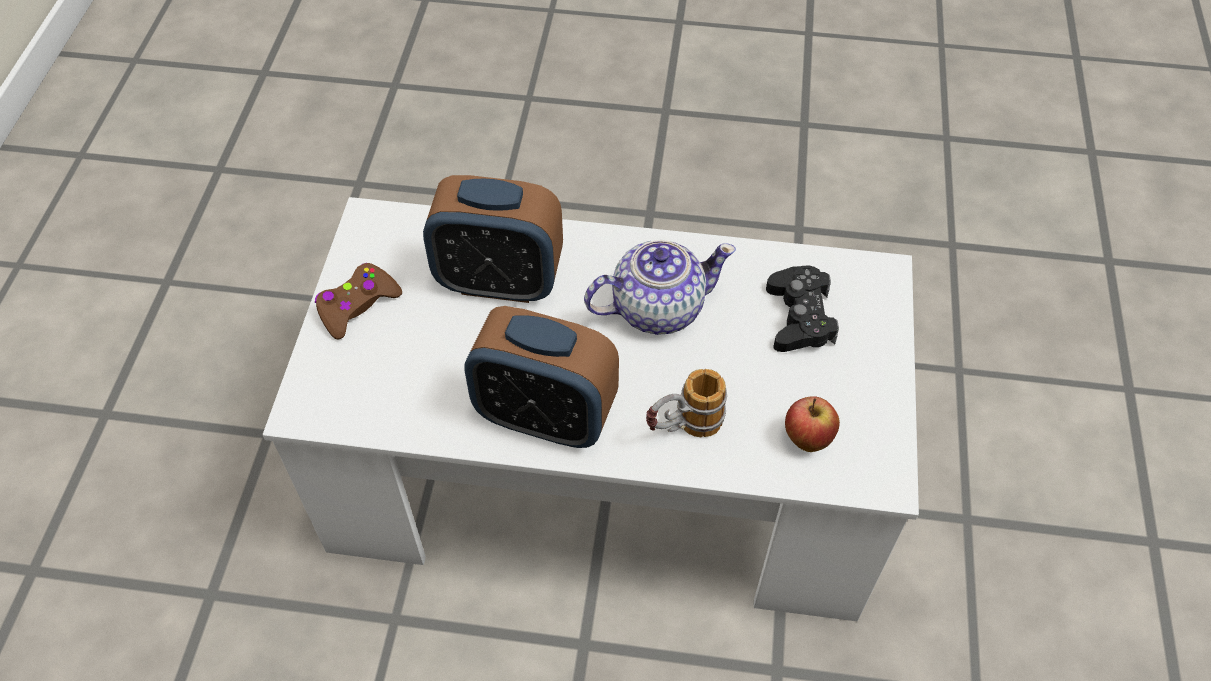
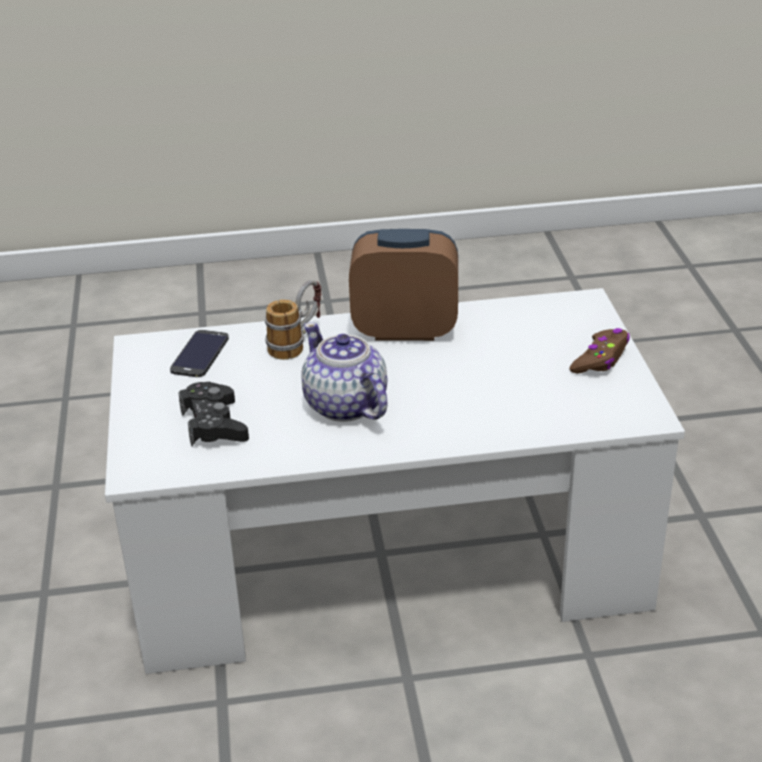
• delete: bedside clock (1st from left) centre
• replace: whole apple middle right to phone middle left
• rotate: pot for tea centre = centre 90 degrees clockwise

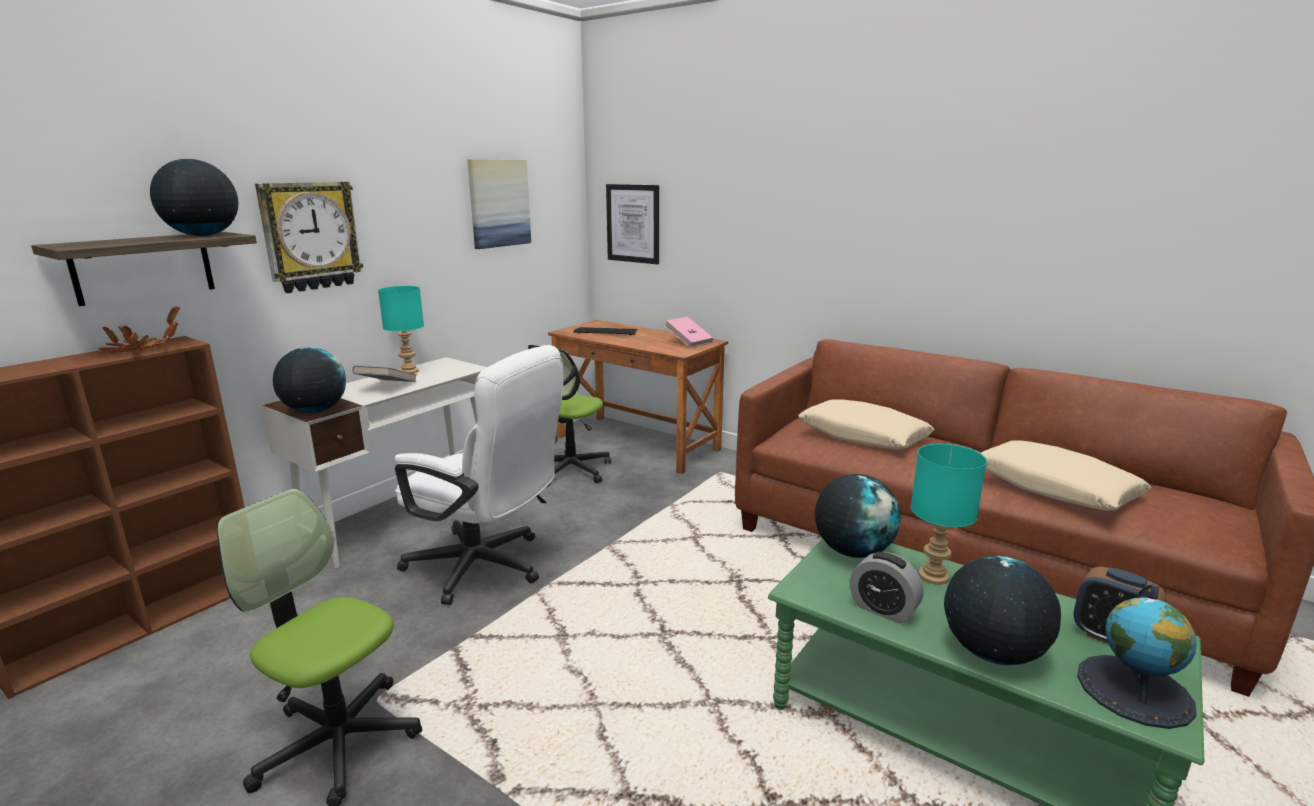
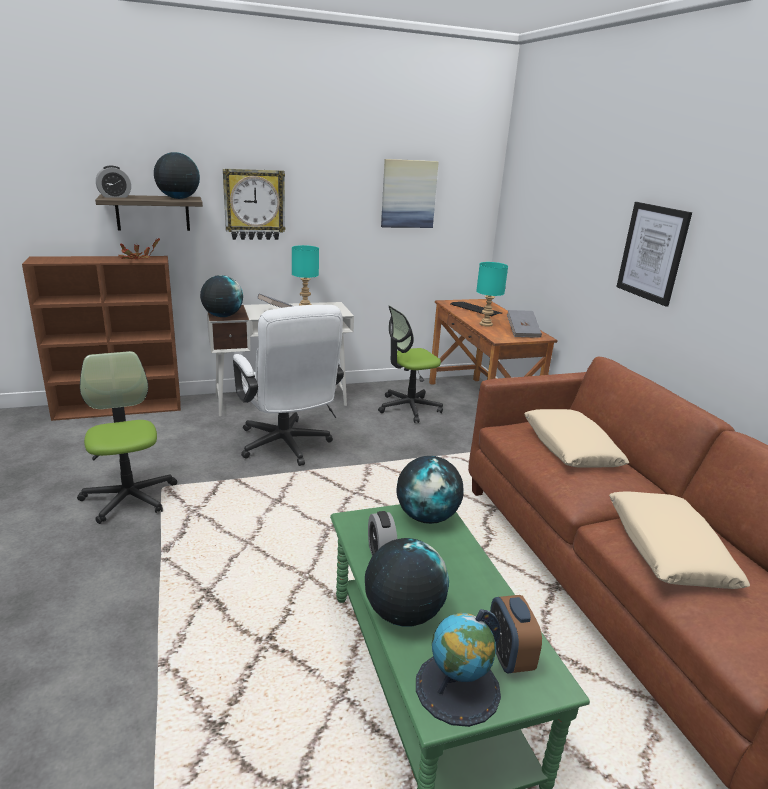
• insert: bedside clock (1st from left) top left
• move: picture (2nd from left) top centre to top right
• move: blue-green tabletop lamp (2nd from left) middle right to centre
• recolor: pinkish book centre to gray book (2nd from left) middle right

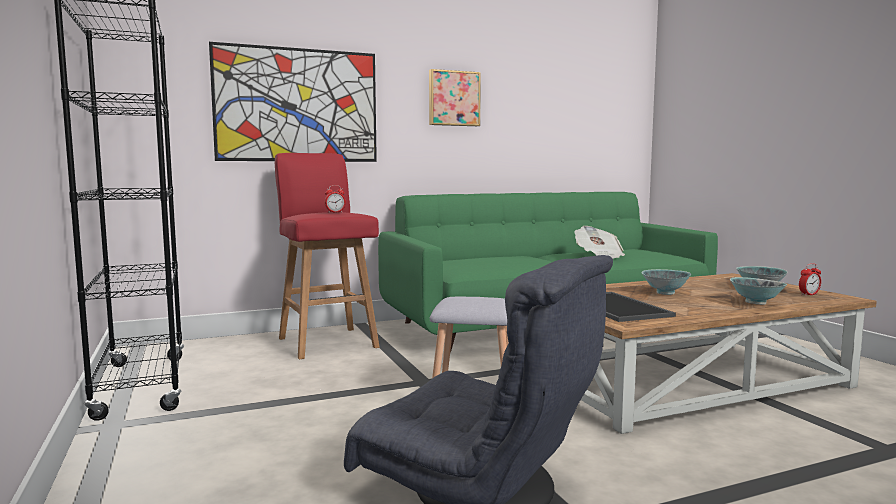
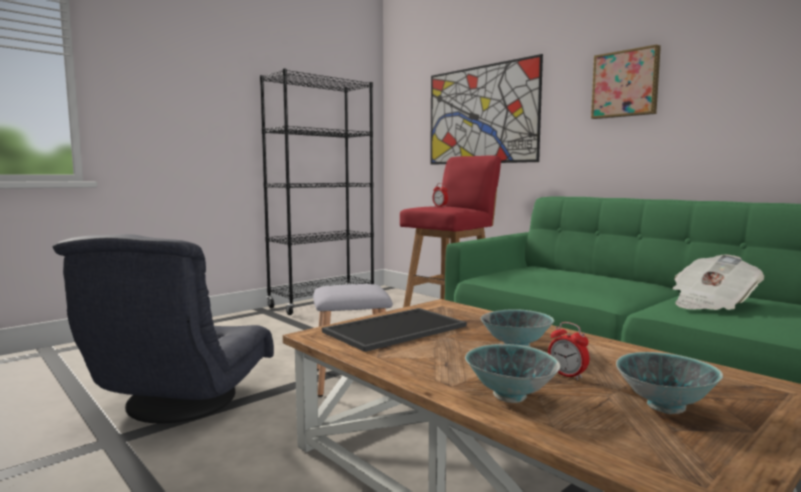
• move: bedside clock (2nd from left) middle right to bottom right

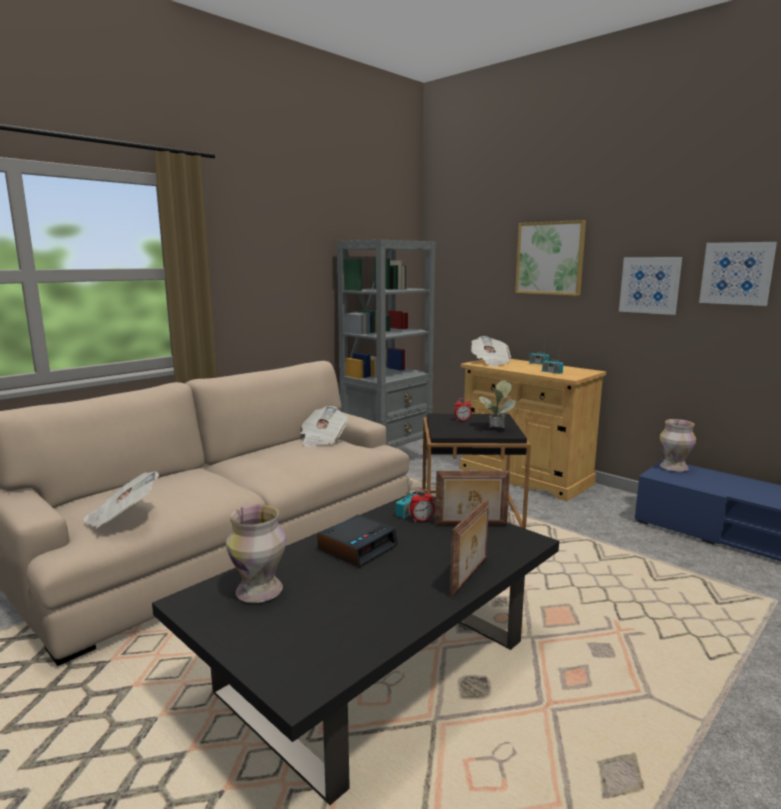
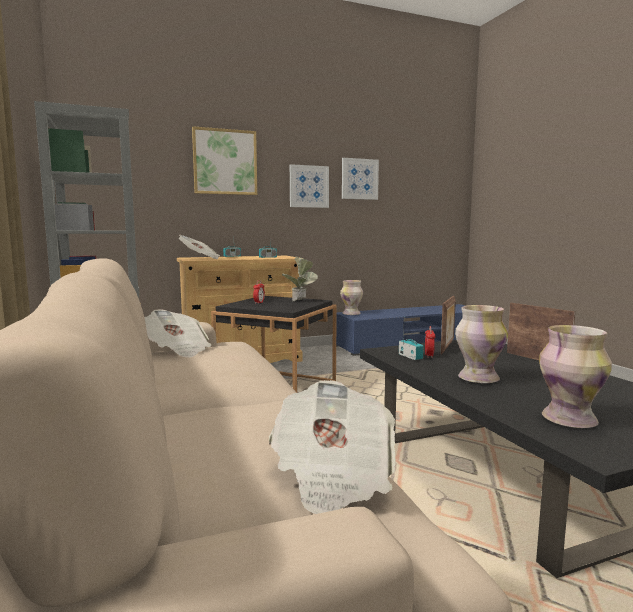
• replace: bedside clock (1st from left) bottom centre to decorative vase (2nd from left) middle right

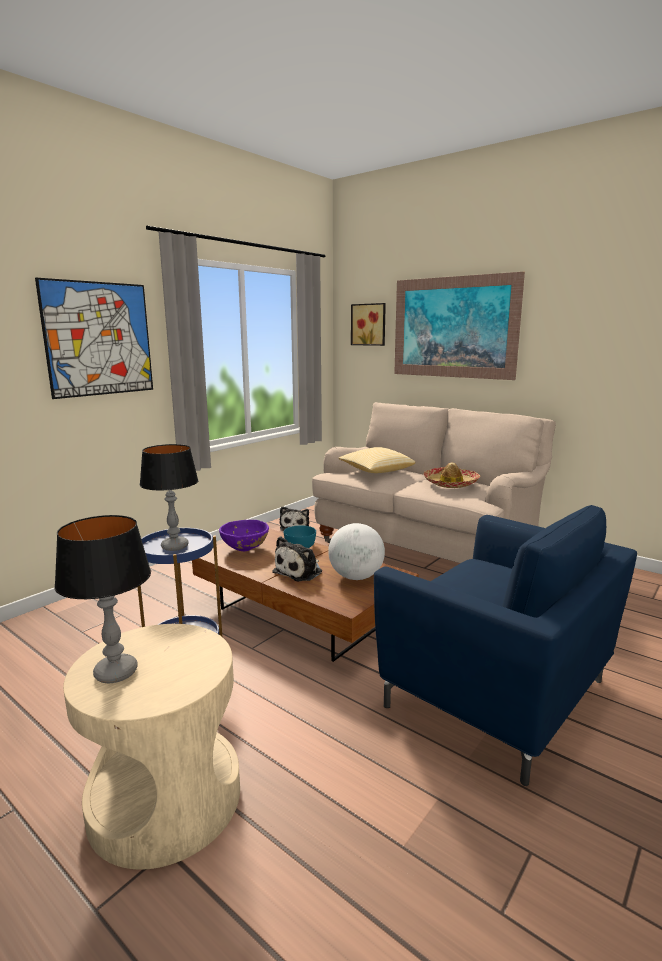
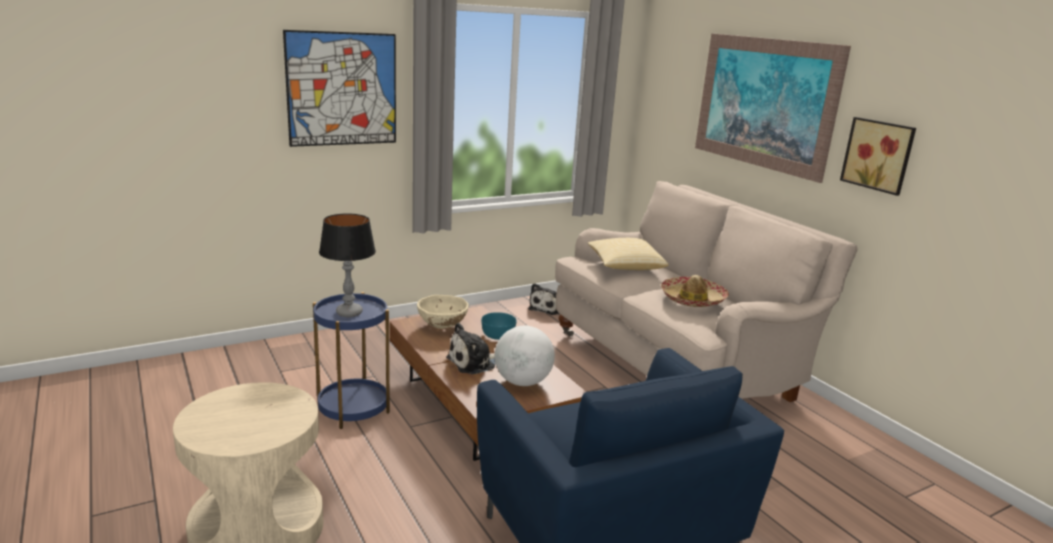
• delete: tabletop lamp (1st from left) middle left
• move: picture (2nd from left in the first image) centre to picture (3rd from left) top right
• recolor: purple-coloured serving bowl centre to sand-coloured serving bowl centre

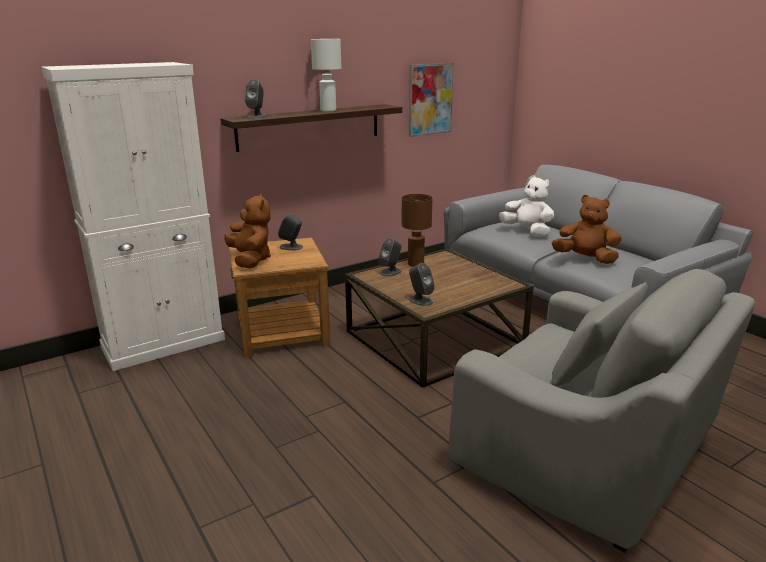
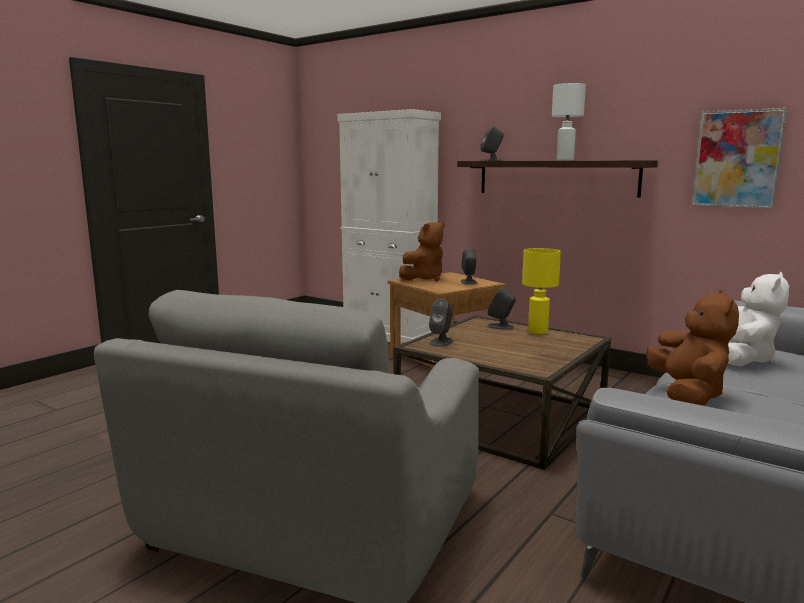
• recolor: brownish tabletop lamp centre to yellow-coloured tabletop lamp middle right

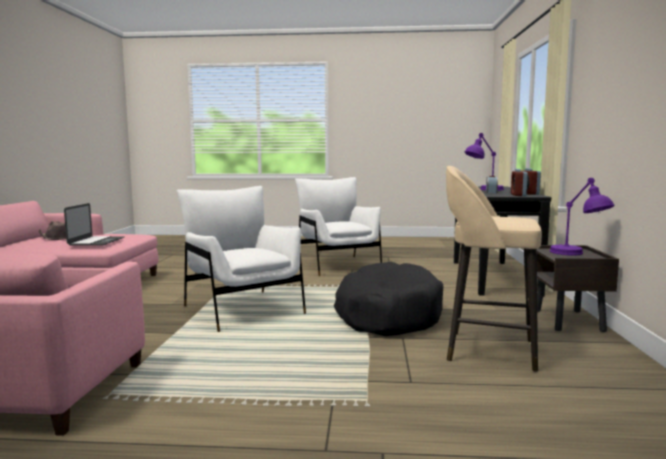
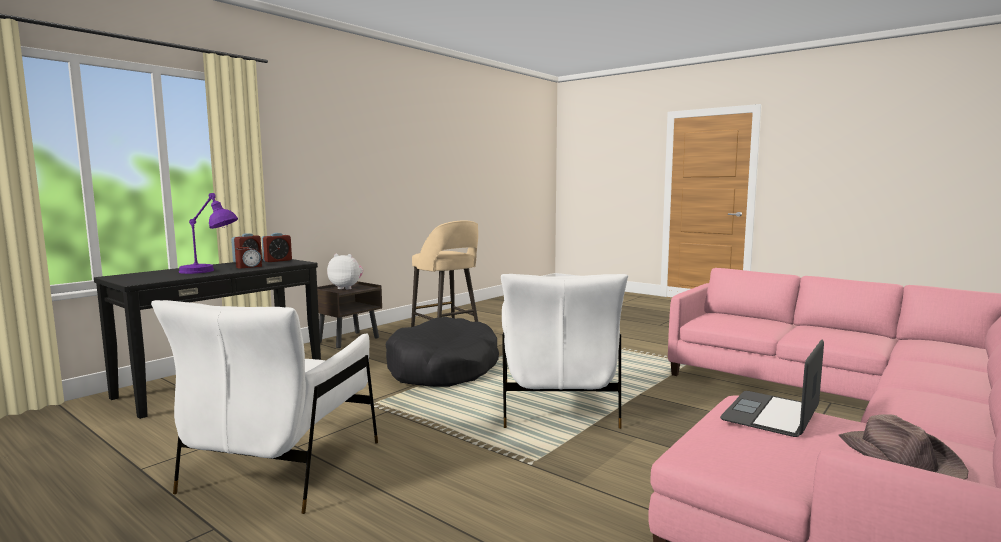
• replace: purple-coloured tabletop lamp (2nd from left) middle right to plush toy centre

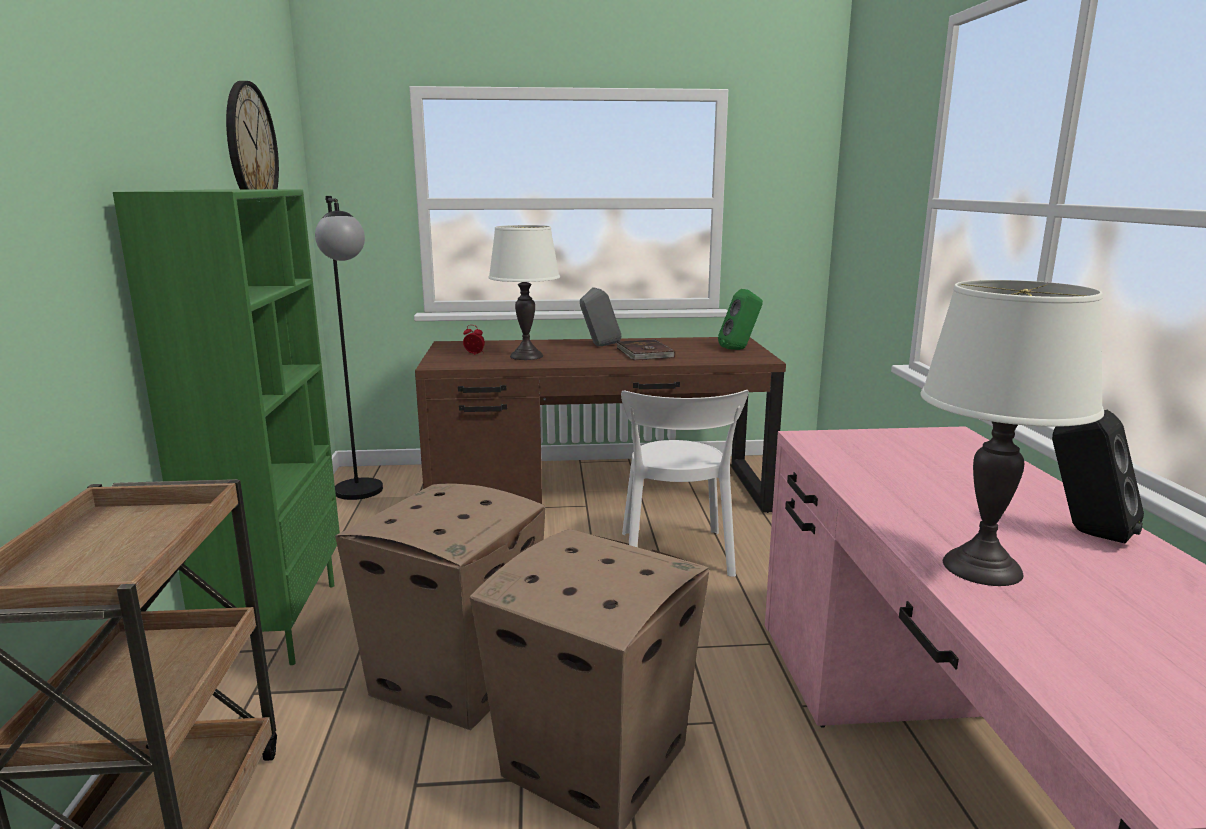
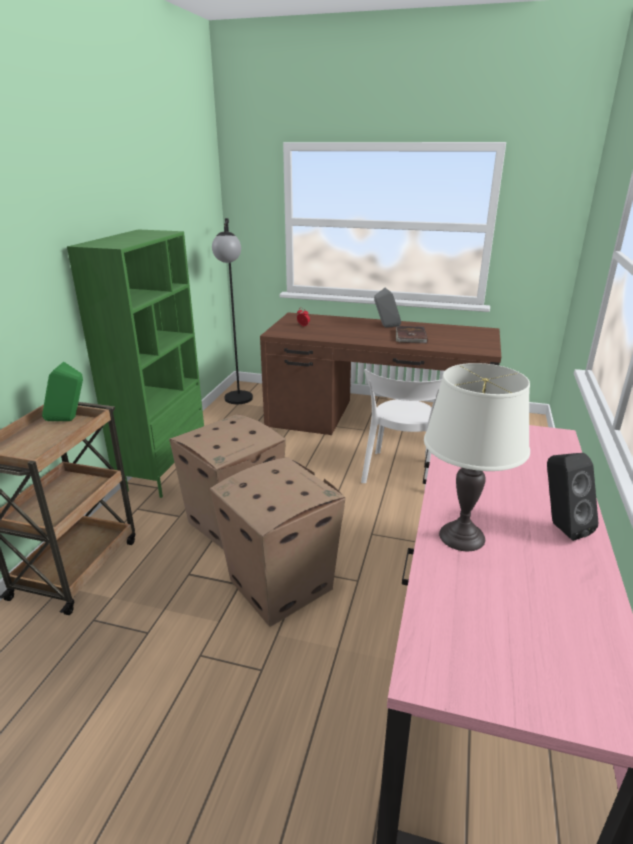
• delete: clock on the wall top left
• delete: whitish tabletop lamp (1st from left) centre
• move: greenish audio speaker centre to middle left

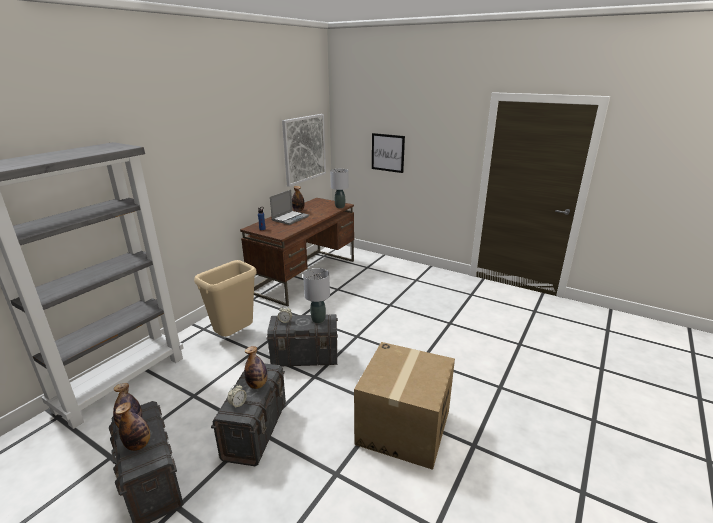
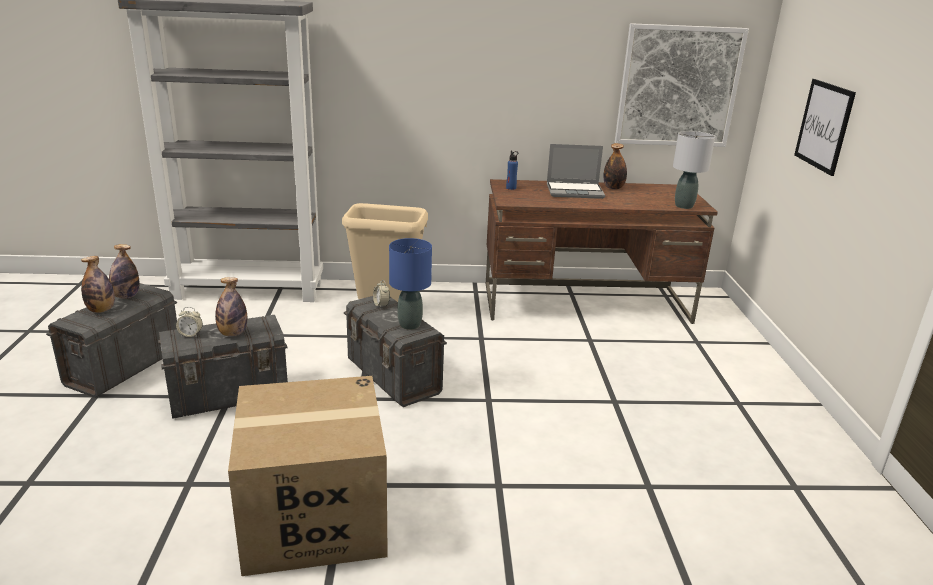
• recolor: gray tabletop lamp (1st from left) centre to blue-coloured tabletop lamp centre

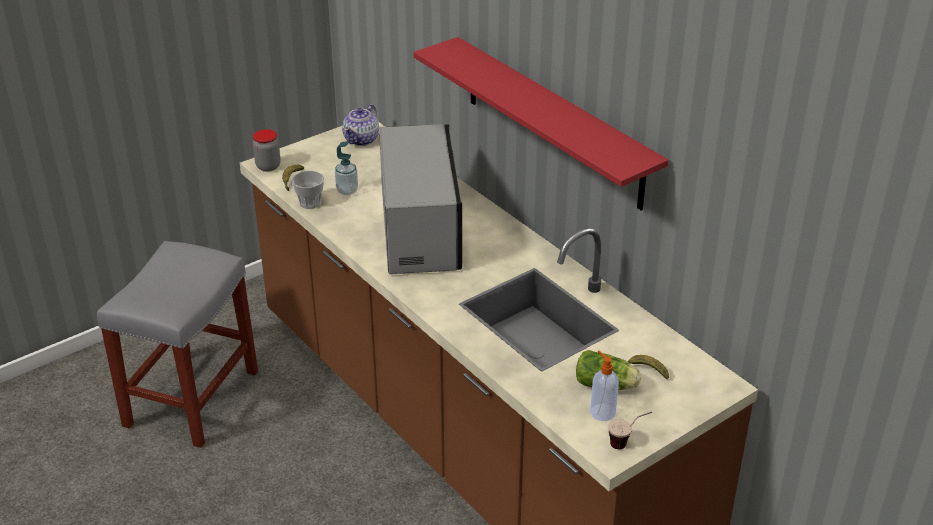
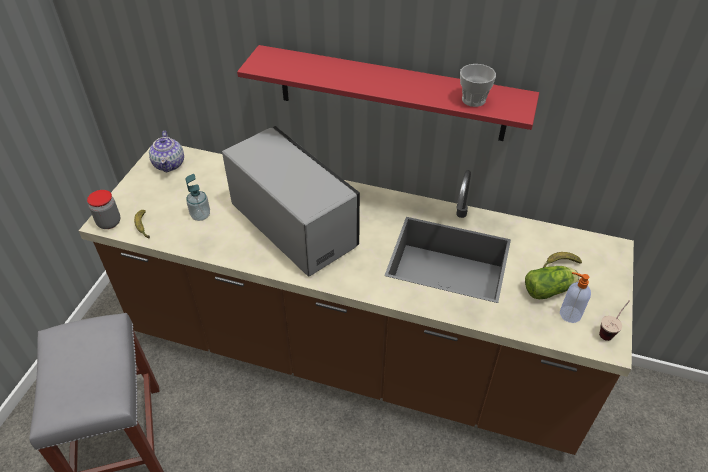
• move: drinking cup (1st from left) middle left to top right

